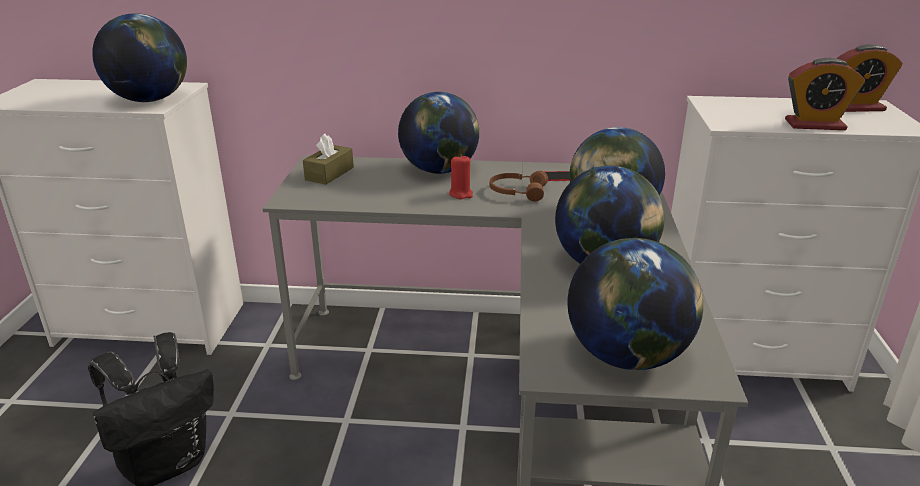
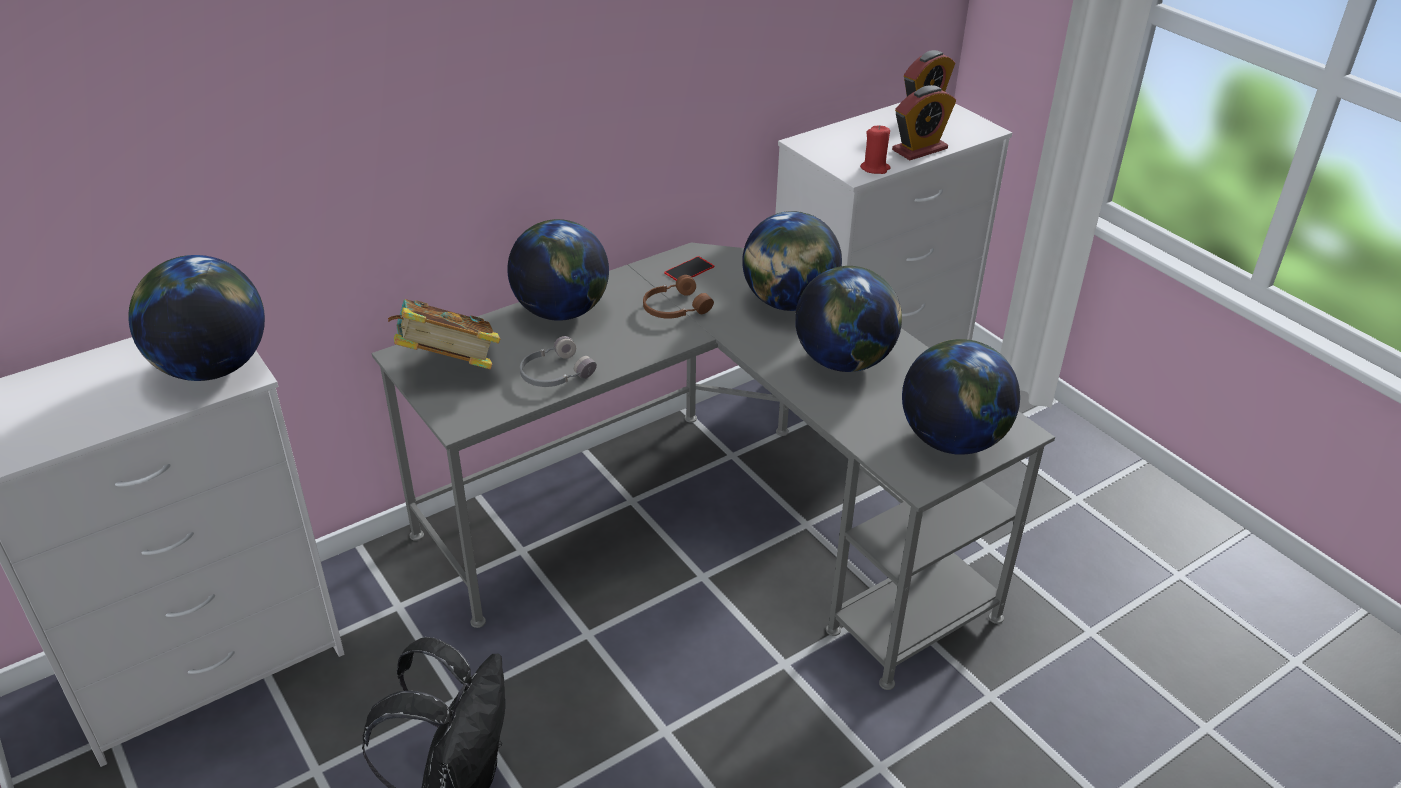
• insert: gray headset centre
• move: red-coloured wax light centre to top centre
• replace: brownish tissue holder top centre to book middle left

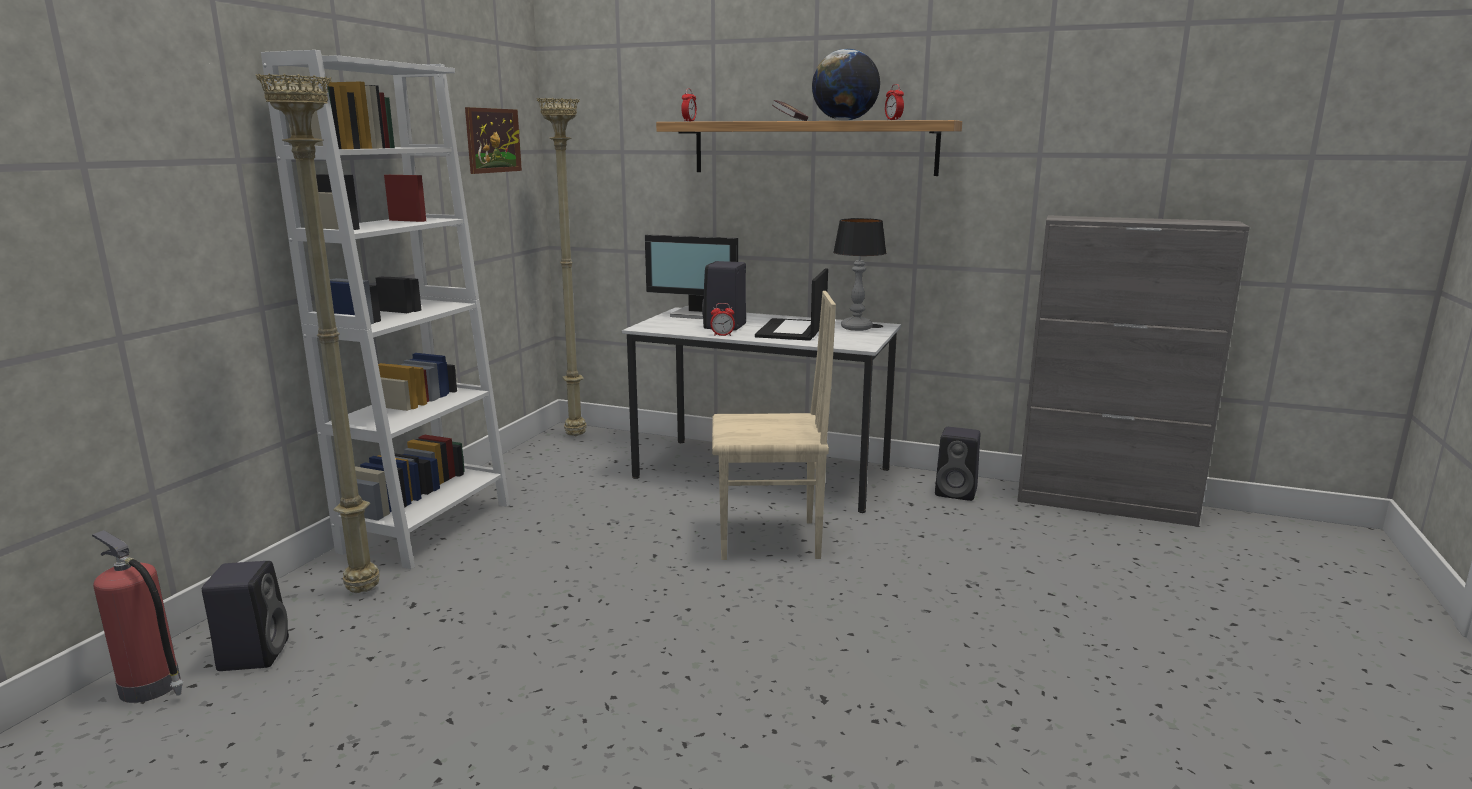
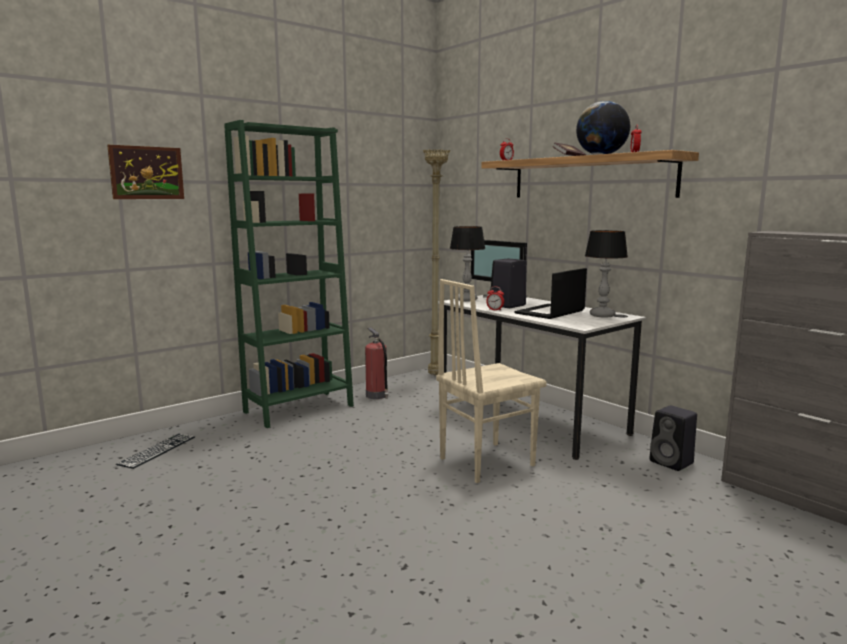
• delete: sand-coloured floor lamp (1st from left) middle left
• insert: tabletop lamp (1st from left) centre
• move: fire extinguisher bottom left to centre
• move: picture top centre to top left
• replace: black-coloured audio speaker (1st from left) bottom left to computer keyboard bottom left
• recolor: whitish bookshelf middle left to greenish bookshelf centre
• rotate: sand-coloured plain chair centre = centre 120 degrees clockwise

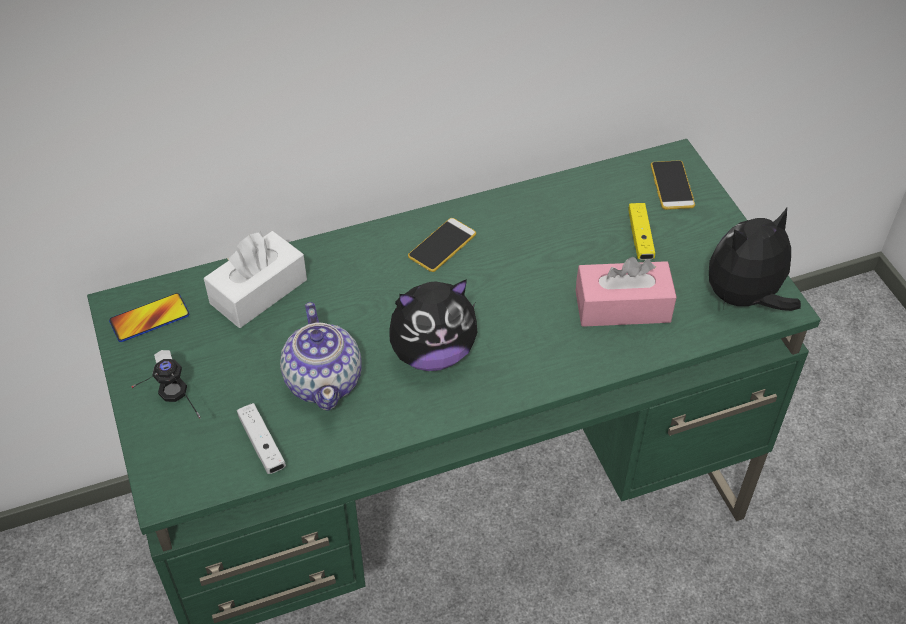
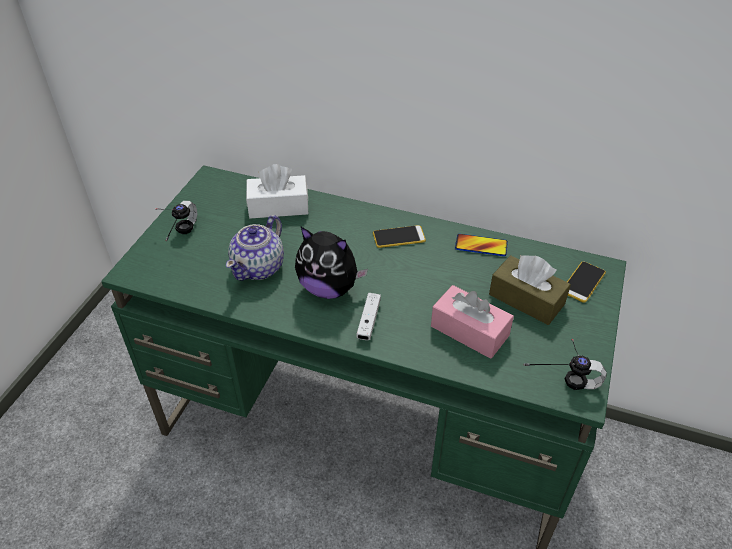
• move: phone (1st from left in the first image) middle left to phone (2nd from left) centre
• move: whitish game controller bottom left to centre
• replace: yellow-coloured game controller middle right to brownish tissue holder middle right
• replace: plush toy (2nd from left) middle right to headset (2nd from left) middle right

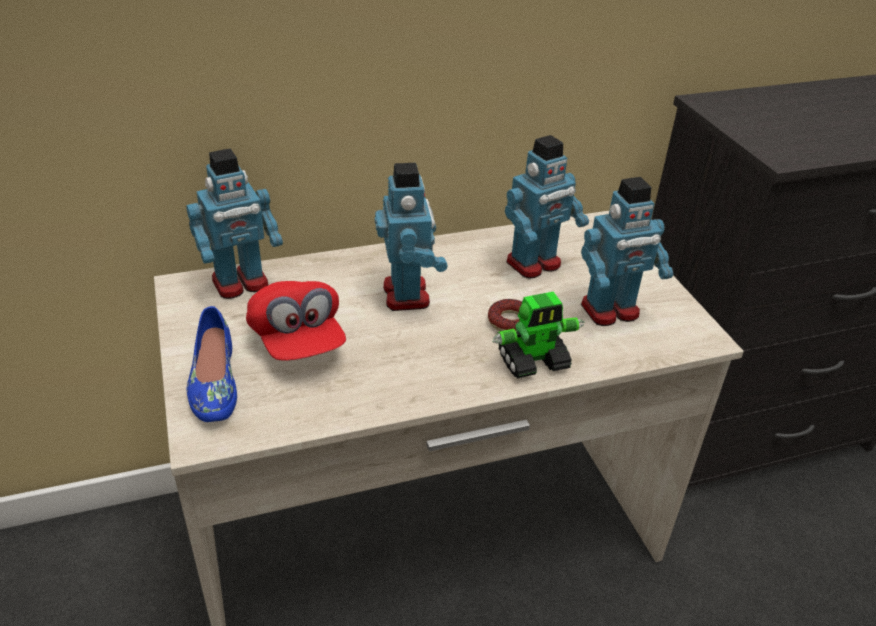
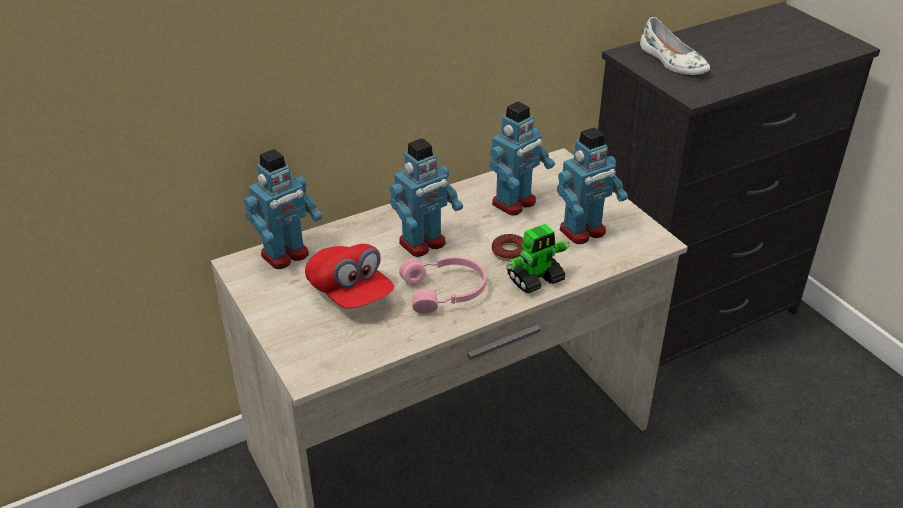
• delete: blue-coloured low shoe middle left
• insert: pinkish headset centre
• insert: whitish low shoe top right
• rotate: robot figure (2nd from left) centre = centre 75 degrees clockwise

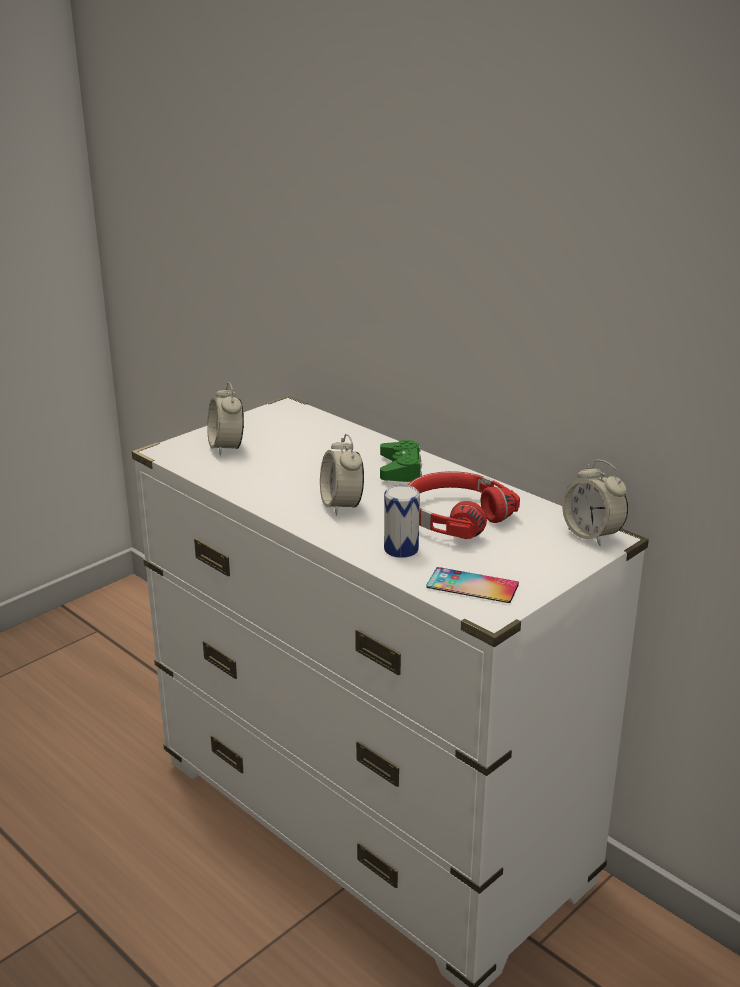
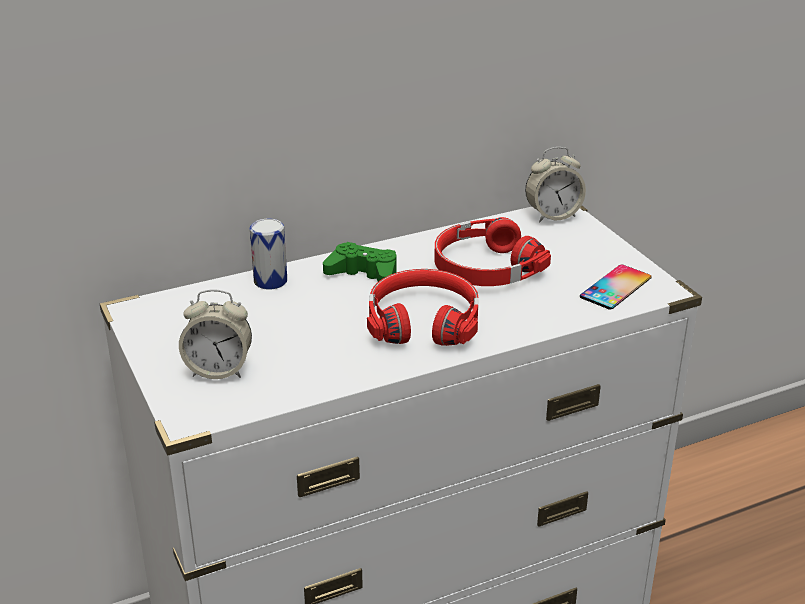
• move: sealed can centre to middle left
• replace: bedside clock (2nd from left) centre to red-coloured headset (1st from left) centre

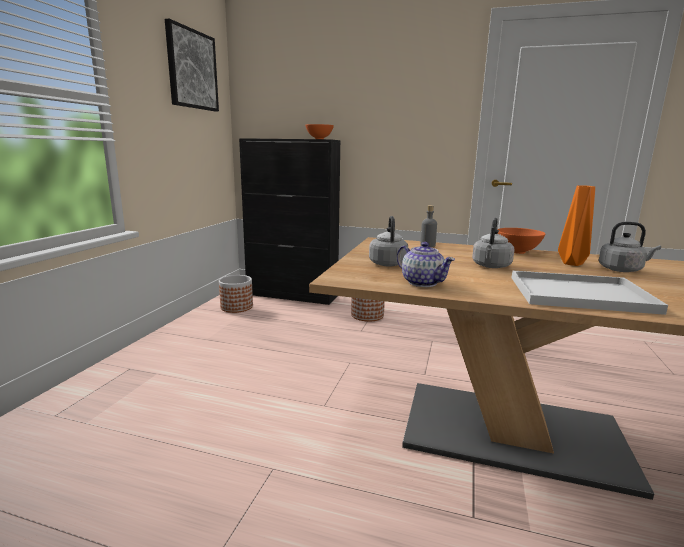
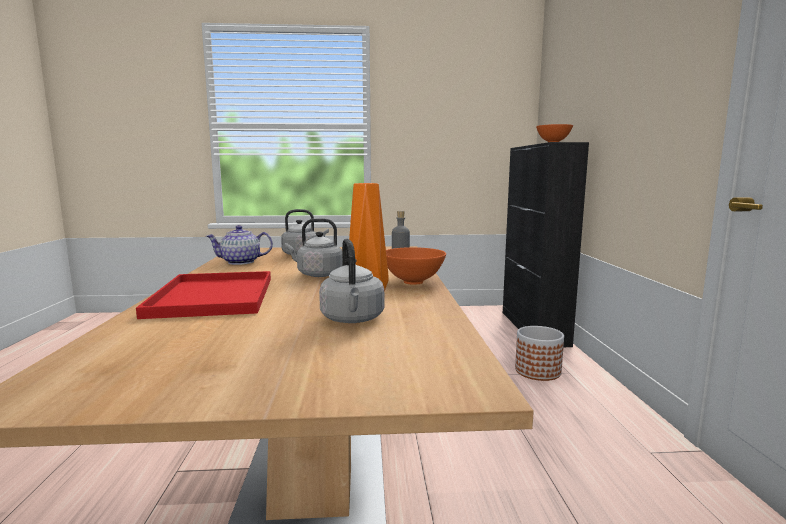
• delete: picture top left
• delete: plant pot (1st from left) centre
• recolor: whitish serving tray middle right to red-coloured serving tray middle left
• rotate: pot for tea centre = middle left 45 degrees clockwise

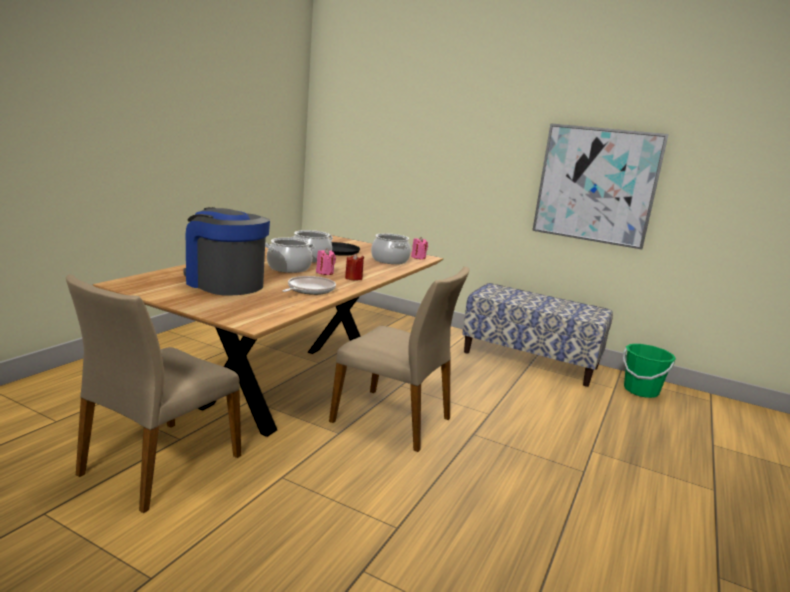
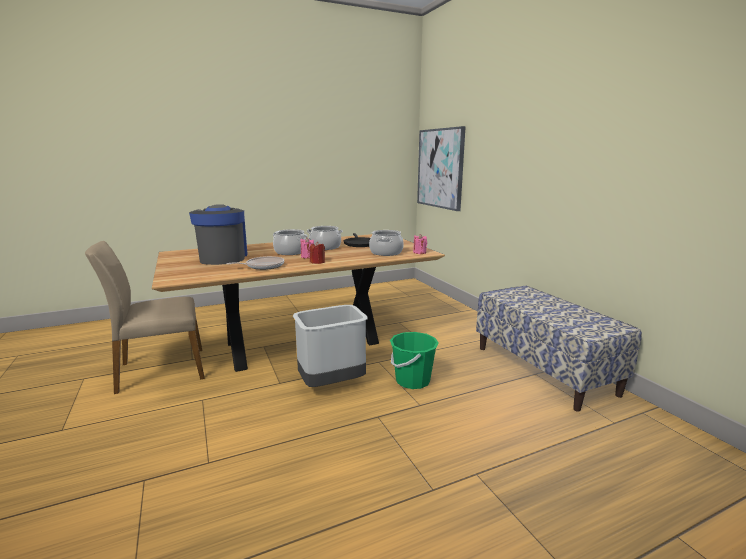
• move: picture top right to top centre
• move: greenish pail middle right to centre
• replace: sand-coloured plain chair (2nd from left) centre to gray trash can centre

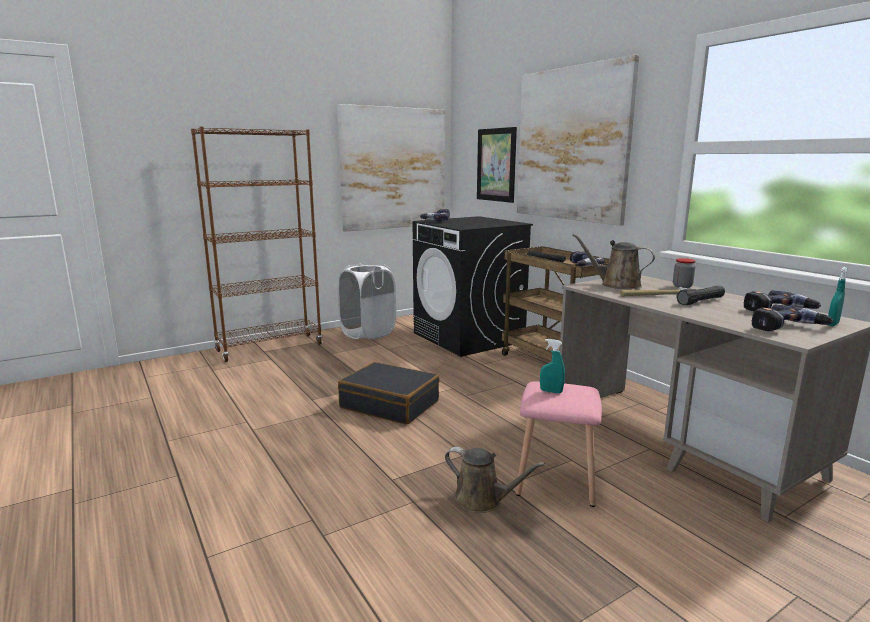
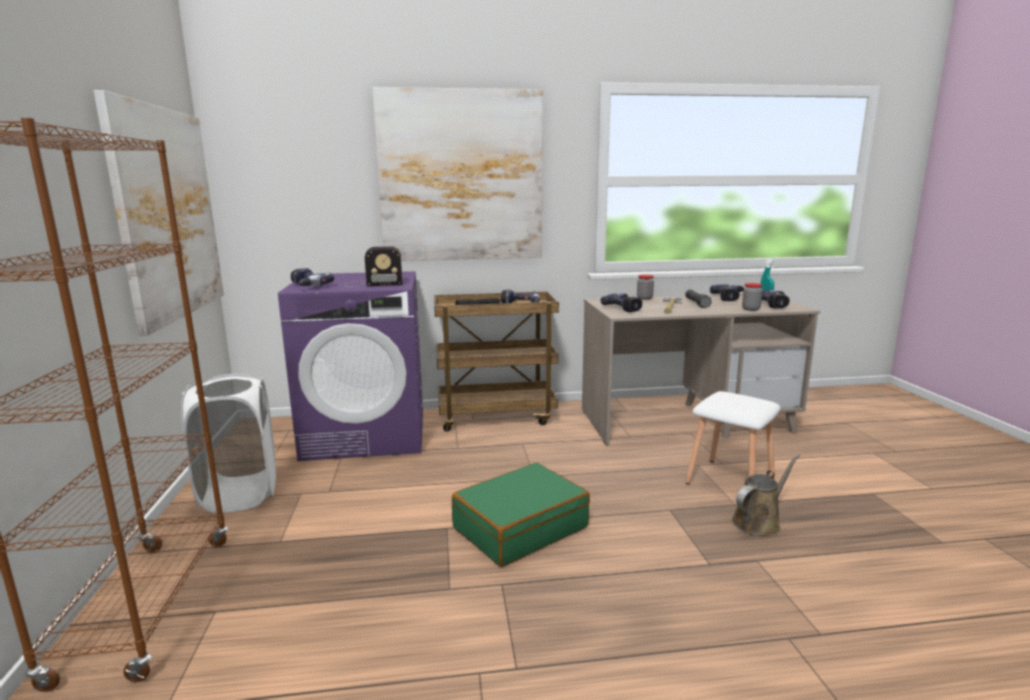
• delete: picture (2nd from left) top centre
• delete: blue-green hand sprayer (1st from left) centre
• insert: radio centre
• insert: preserve jar (2nd from left) middle right
• replace: brownish watering pot (2nd from left) middle right to power drill (3rd from left) centre
• recolor: black-coloured suitcase centre to greenish suitcase bottom centre
• recolor: black-coloured laundry machine centre to purple-coloured laundry machine centre
• recolor: pinkish sitting stool bottom centre to whitish sitting stool middle right

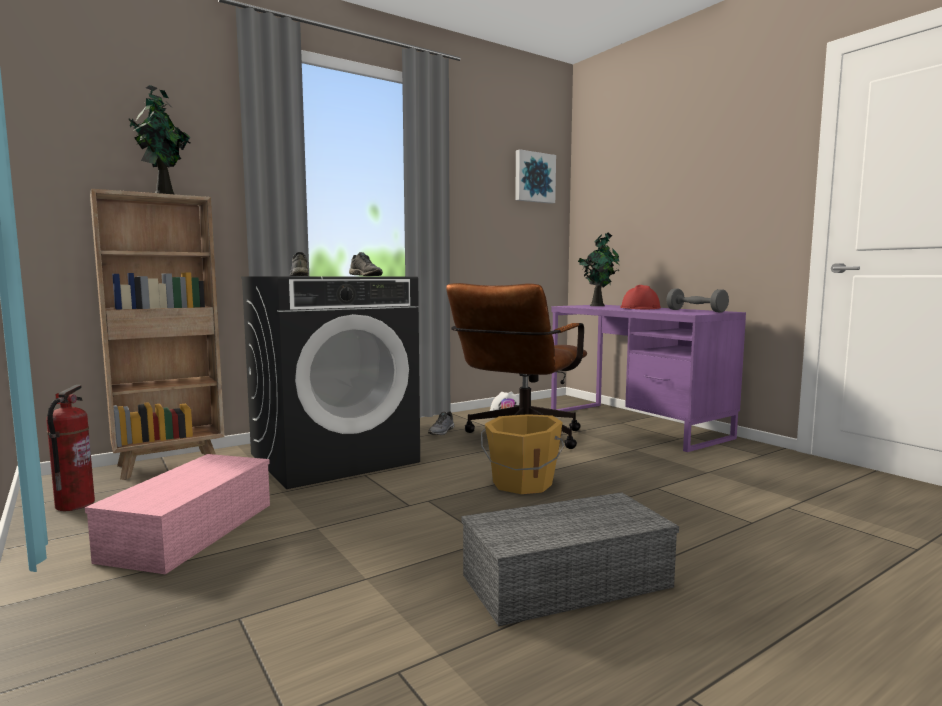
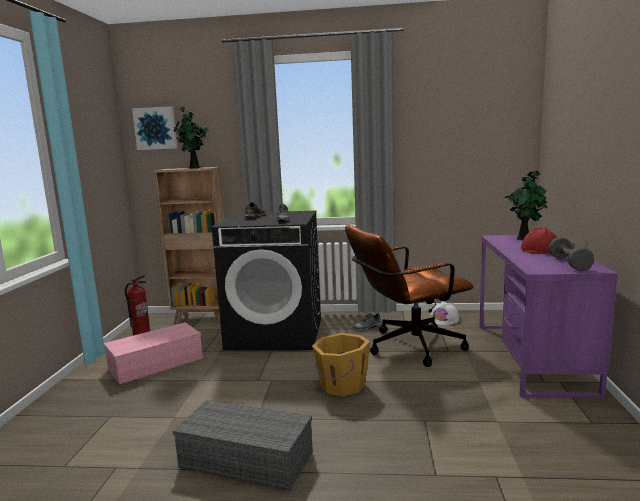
• move: picture top centre to top left

